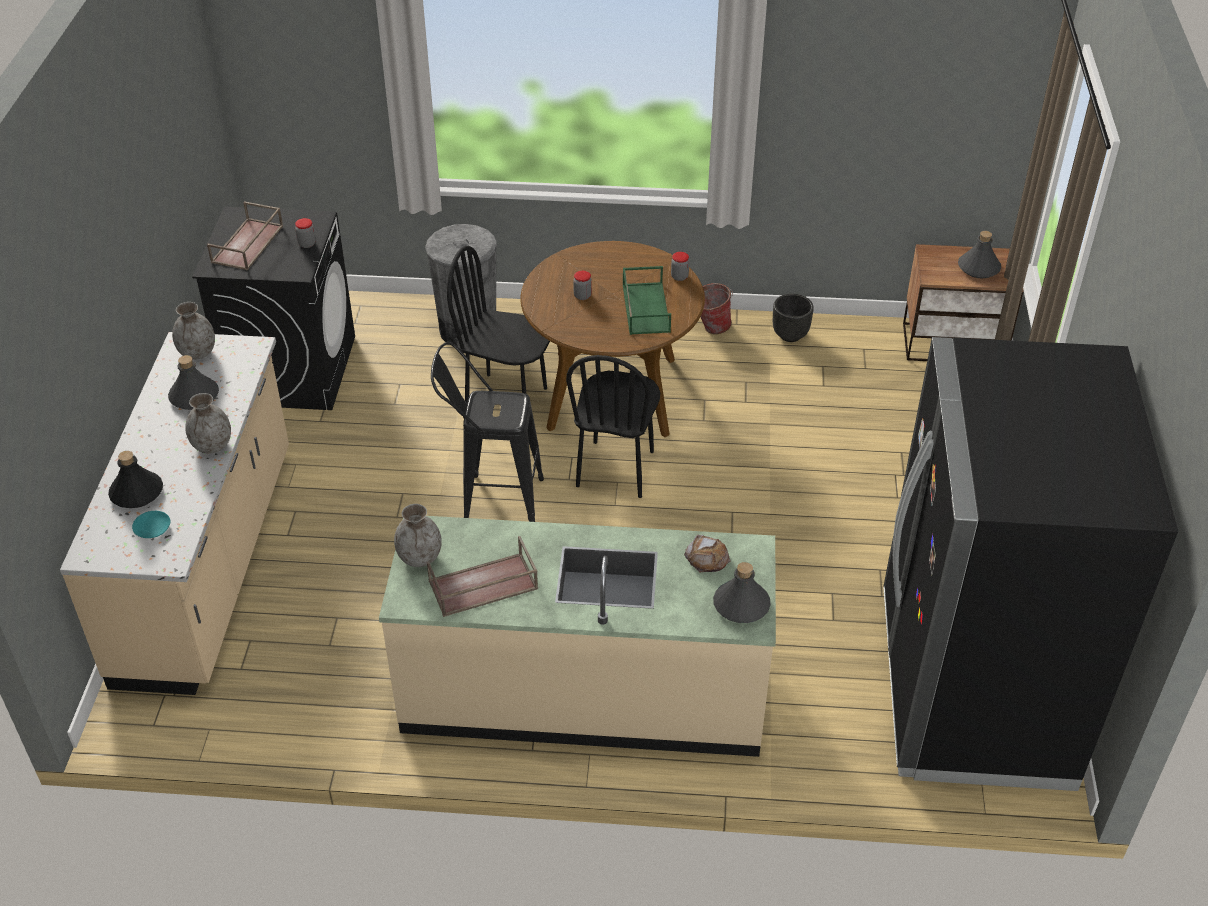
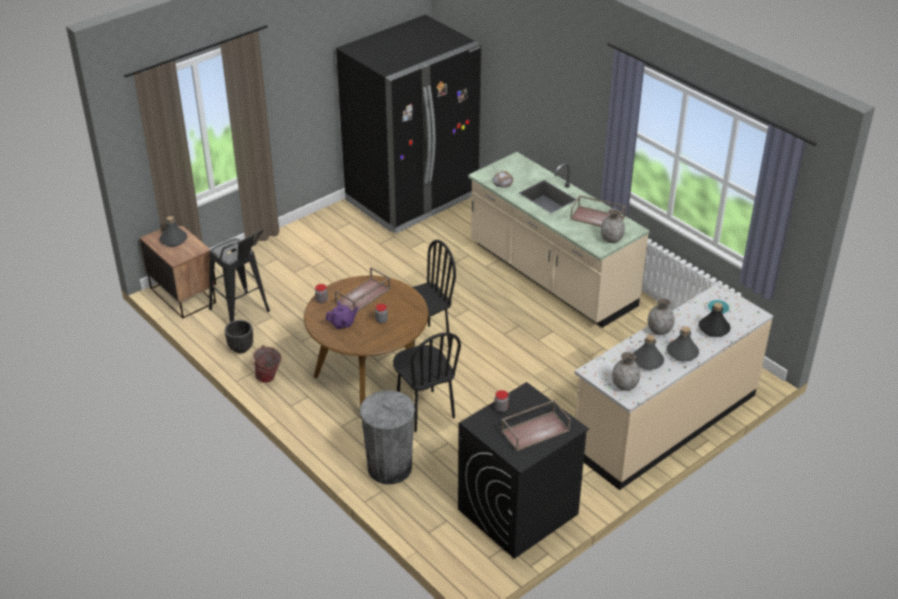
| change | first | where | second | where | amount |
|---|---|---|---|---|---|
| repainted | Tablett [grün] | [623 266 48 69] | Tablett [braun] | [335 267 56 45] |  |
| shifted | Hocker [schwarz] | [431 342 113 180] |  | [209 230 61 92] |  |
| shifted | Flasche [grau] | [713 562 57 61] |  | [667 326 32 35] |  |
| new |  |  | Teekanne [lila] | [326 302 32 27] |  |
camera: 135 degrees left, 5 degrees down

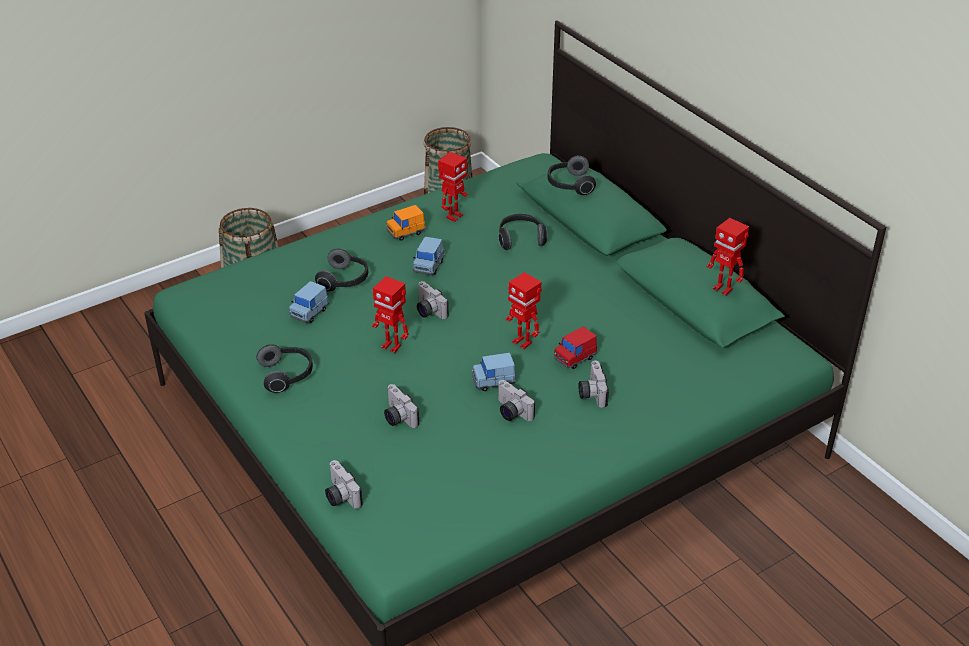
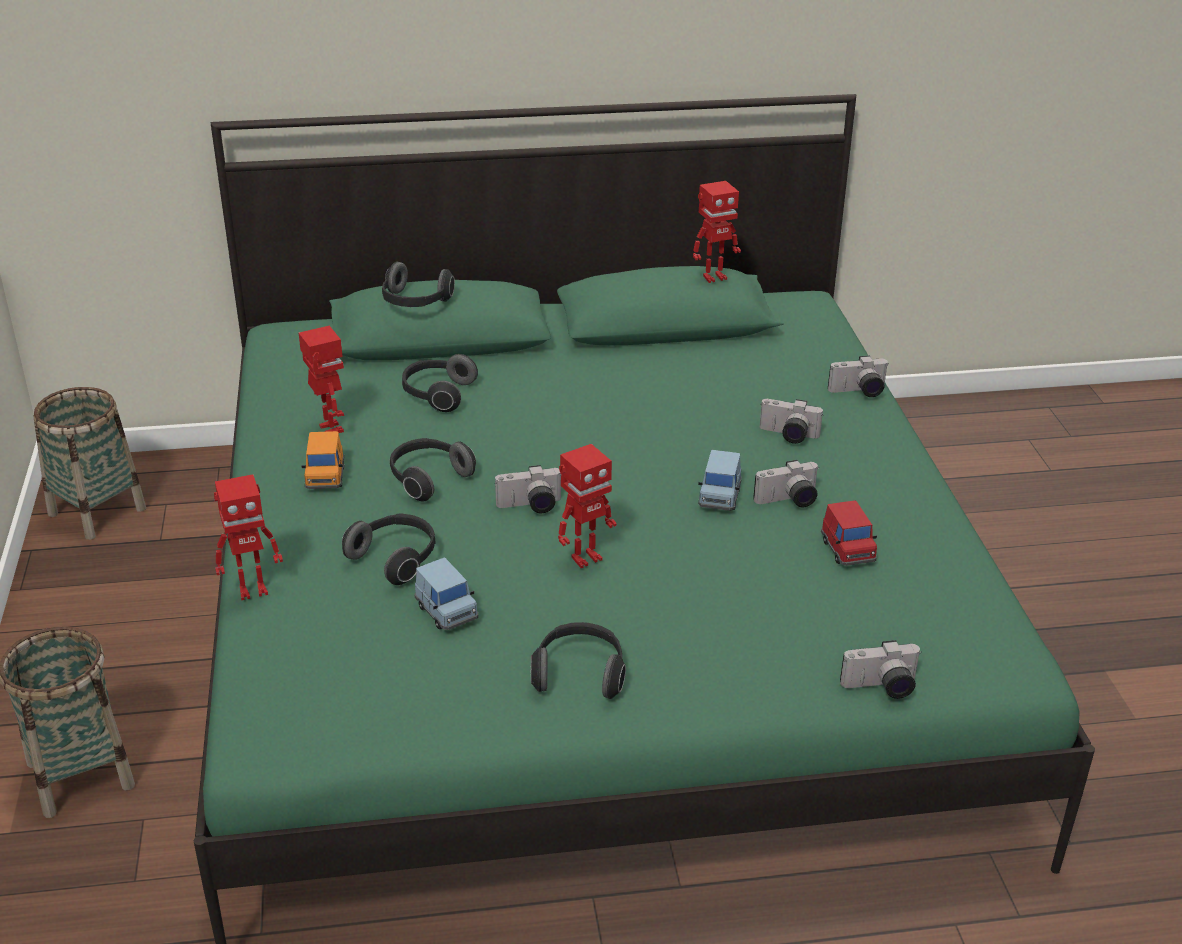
| change | first | where | second | where | amount |
|---|---|---|---|---|---|
| swapped | Spielzeugauto [blau] | [413 236 32 39] | Kopfhörer | [390 438 86 64] |  |
| shifted | Spielzeugroboter | [506 272 36 77] |  | [214 474 69 126] |  |
| shifted | Spielzeugauto [rot] | [554 326 43 43] |  | [821 500 56 66] |  |
| shifted | Kamera | [384 384 35 44] |  | [828 355 61 42] |  |
camera: 65 degrees left, 5 degrees down

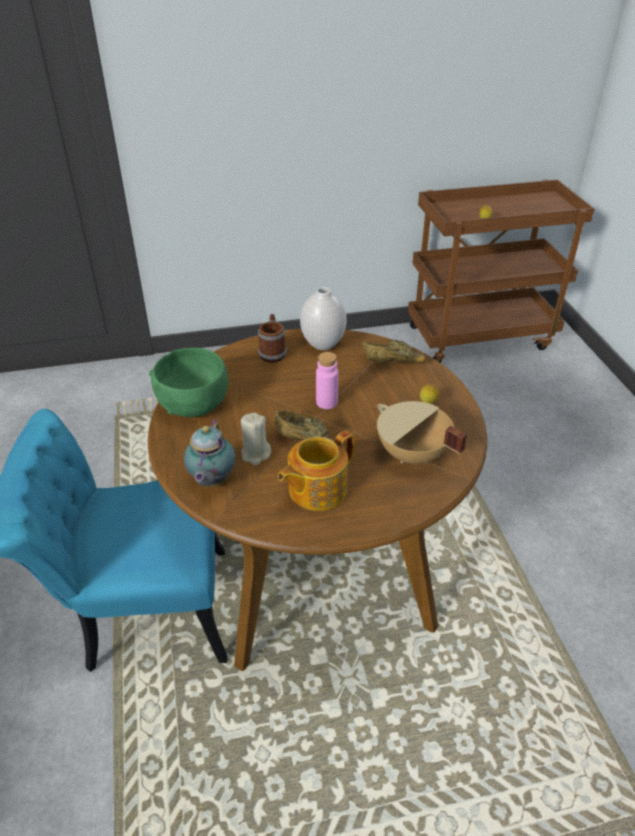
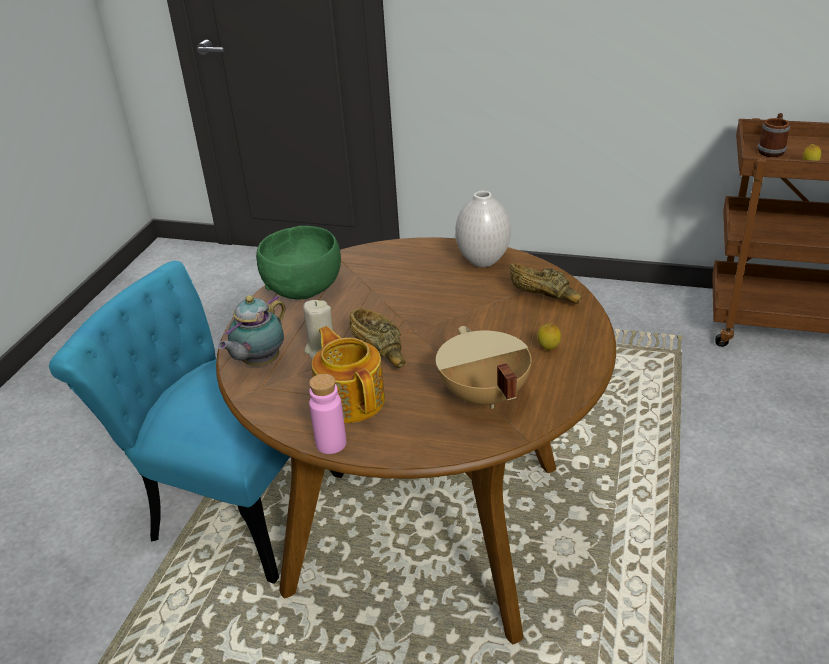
| change | first | where | second | where | amount |
|---|---|---|---|---|---|
| shifted | Henkelbecher | [258 314 29 49] |  | [758 113 32 44] |  |
| shifted | Flasche [rosa] | [316 352 22 57] |  | [309 374 37 80] |  |
| rotated | Teekanne | [278 431 76 80] |  | [312 326 73 97] | 75 degrees clockwise |
camera: 30 degrees right, 5 degrees down

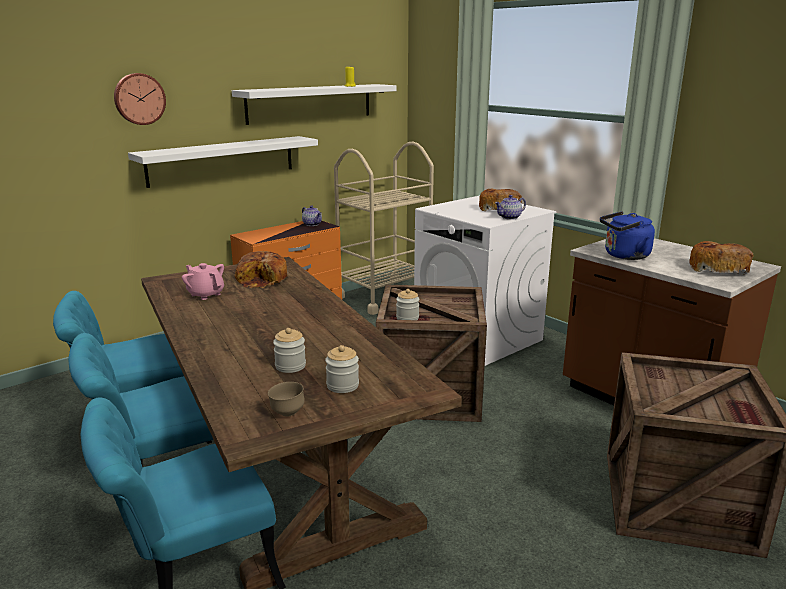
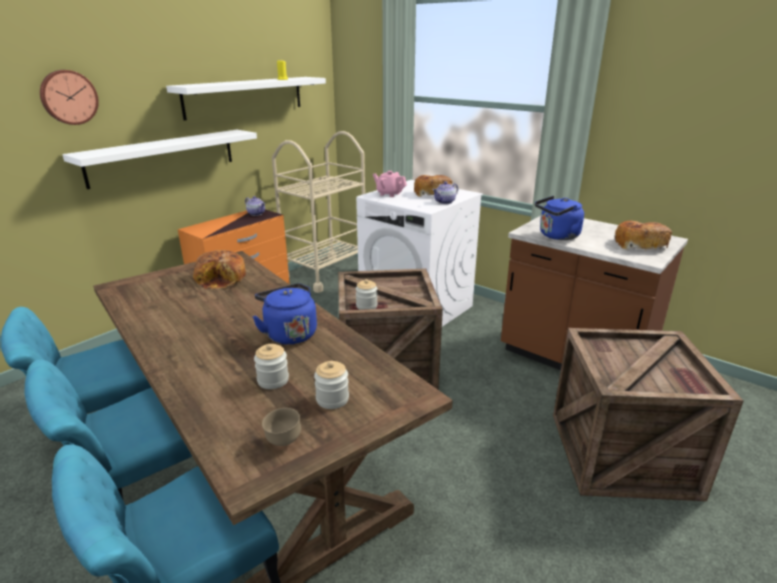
| change | first | where | second | where | amount |
|---|---|---|---|---|---|
| shifted | Teekanne [rosa] | [182 263 42 37] |  | [373 171 34 26] |  |
| new |  |  | Wasserkessel [blau] | [252 283 65 62] |  |
camera: 10 degrees left, 5 degrees up

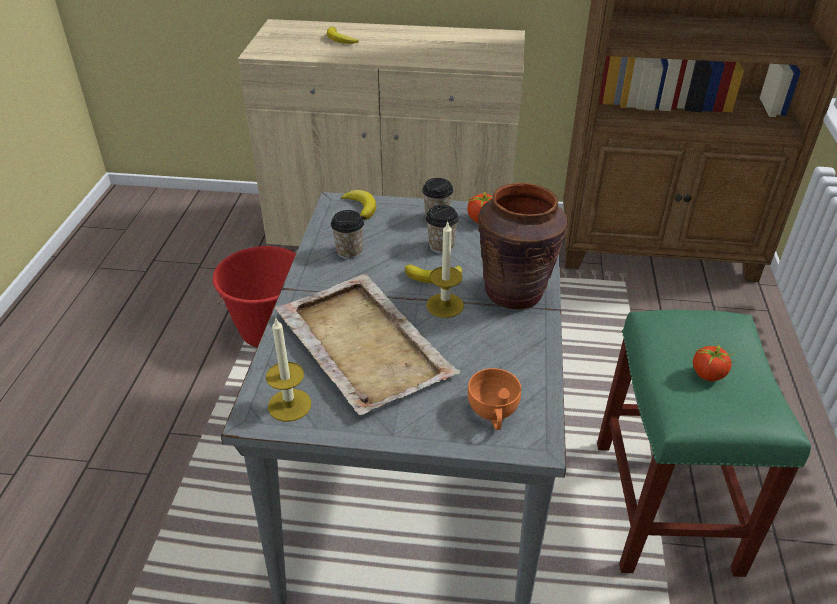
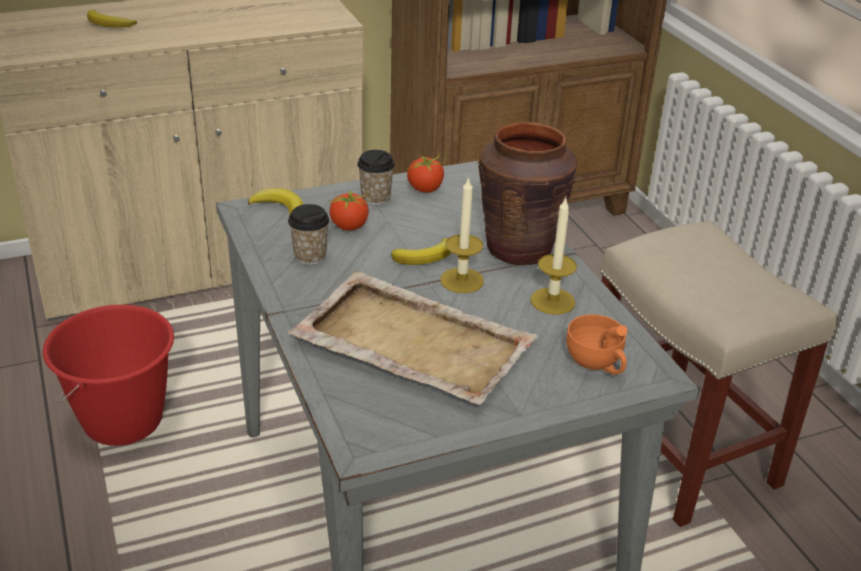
| change | first | where | second | where | amount |
|---|---|---|---|---|---|
| gone | Tasse | [426 205 33 49] |  |  |  |
| repainted | Hocker [grün] | [597 310 214 267] | Hocker [beige] | [600 221 238 306] |  |
| shifted | Kerze | [266 318 45 104] |  | [530 197 47 118] |  |
| shifted | Tomate | [693 342 43 39] |  | [328 190 42 41] |  |
camera: 30 degrees left, 5 degrees down

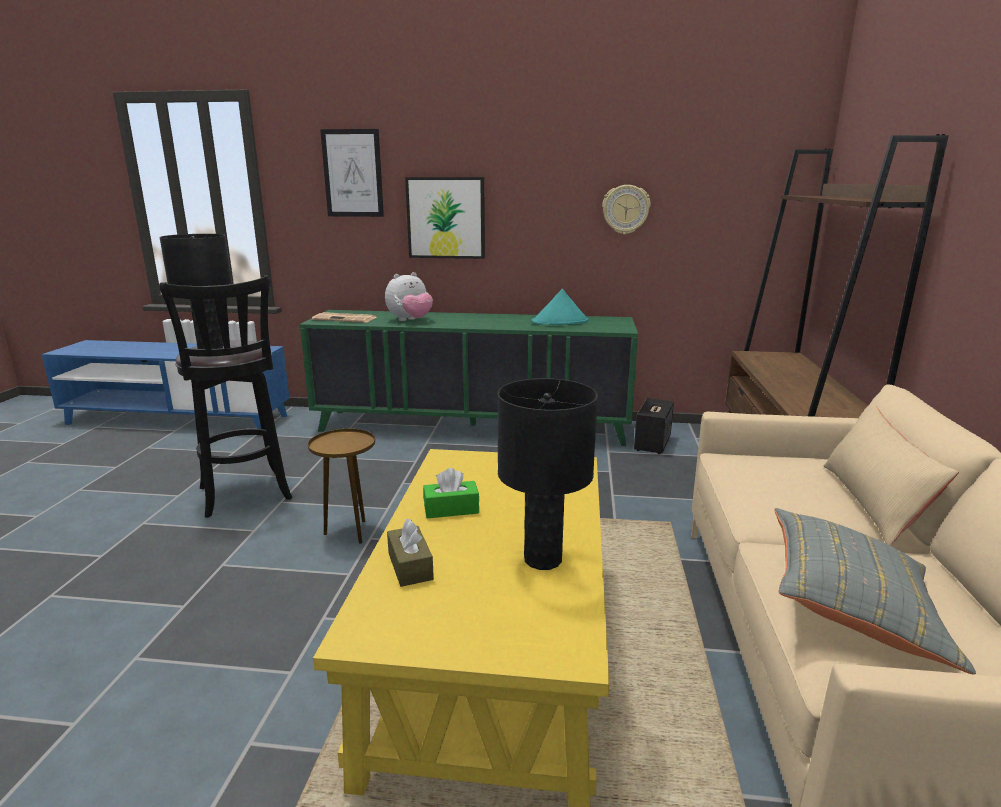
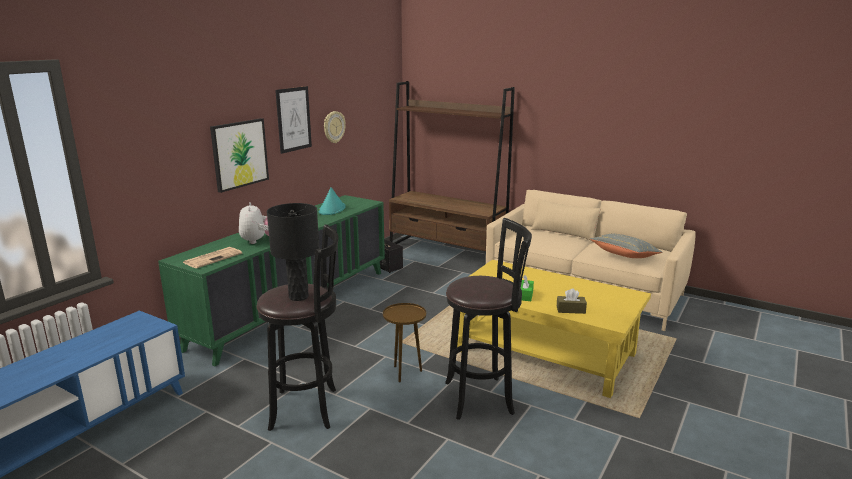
| change | first | where | second | where | amount |
|---|---|---|---|---|---|
| shifted | Bild | [320 129 64 88] |  | [275 86 37 68] |  |
| gone | Tischlampe [schwarz] | [498 378 100 192] |  |  |  |
| new |  |  | Hocker [schwarz] | [445 218 87 202] |  |
camera: 65 degrees left, 0 degrees up

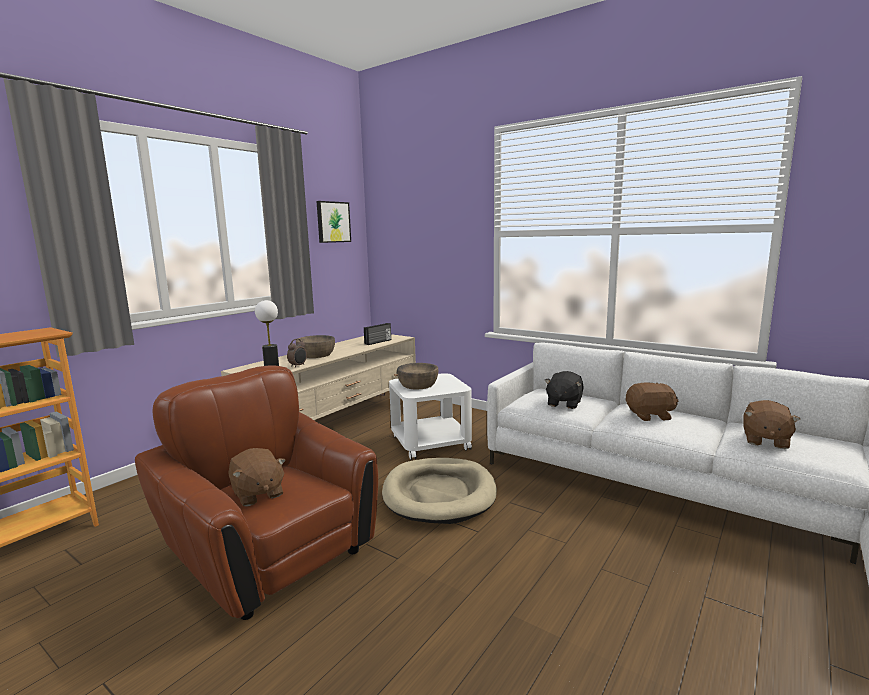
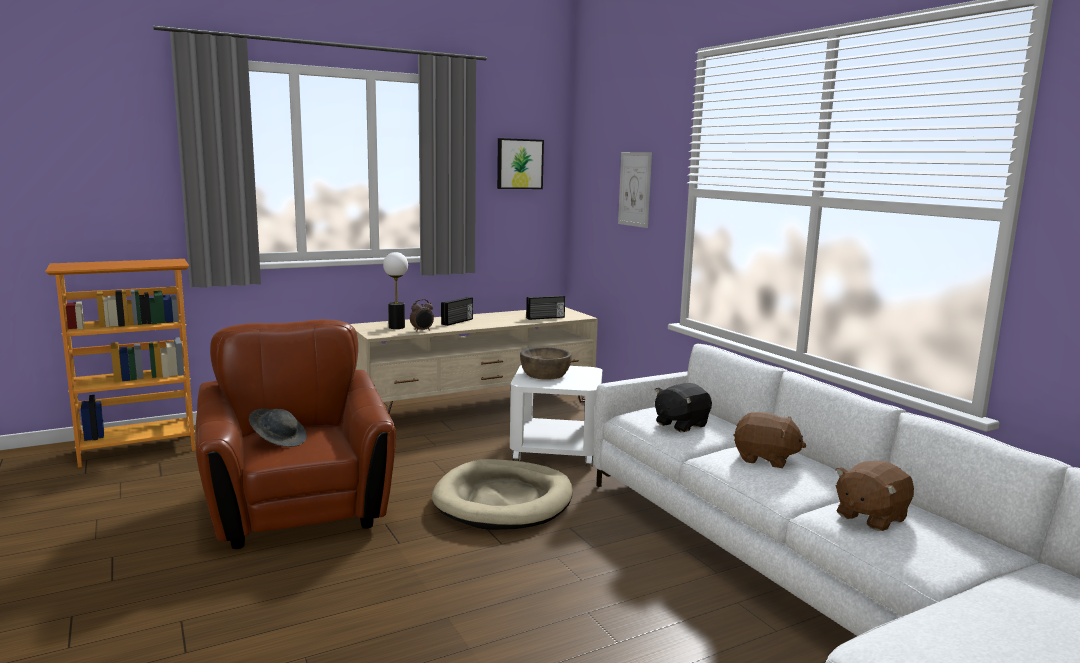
| change | first | where | second | where | amount |
|---|---|---|---|---|---|
| swapped | Schüssel [braun] | [296 335 39 23] | Radio | [441 297 32 29] |  |
| swapped | Plüschtier [braun] | [228 448 58 58] | Hut [grau] | [249 408 58 39] |  |
| new |  |  | Bild | [618 152 34 76] |  |
camera: 25 degrees right, 0 degrees up

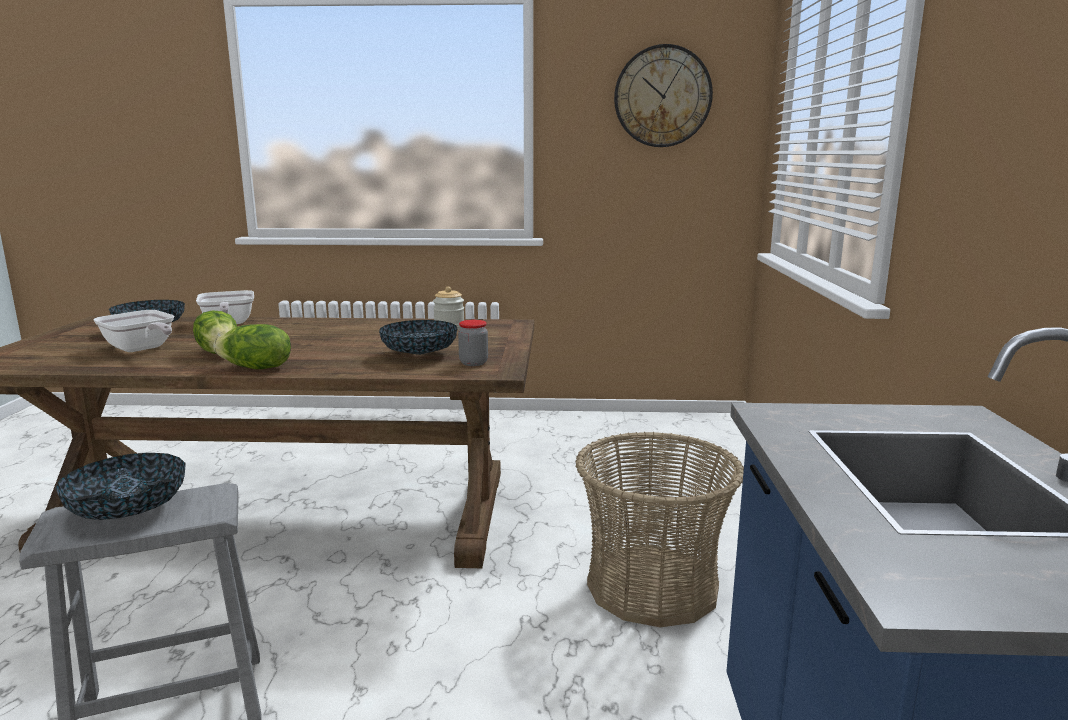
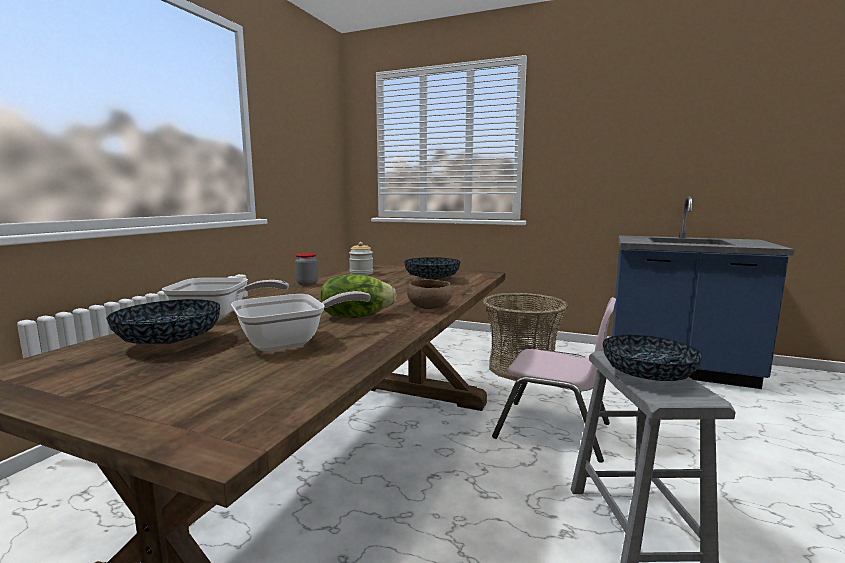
| change | first | where | second | where | amount |
|---|---|---|---|---|---|
| gone | Wanduhr | [614 44 99 103] |  |  |  |
| shifted | Vorratsglas | [458 320 30 46] |  | [295 253 23 33] |  |
| swapped | Salatkopf | [214 324 77 45] | Schüssel [braun] | [407 279 45 30] |  |
| new |  |  | Stuhl [rosa] | [492 297 124 166] |  |
camera: 70 degrees left, 5 degrees down

